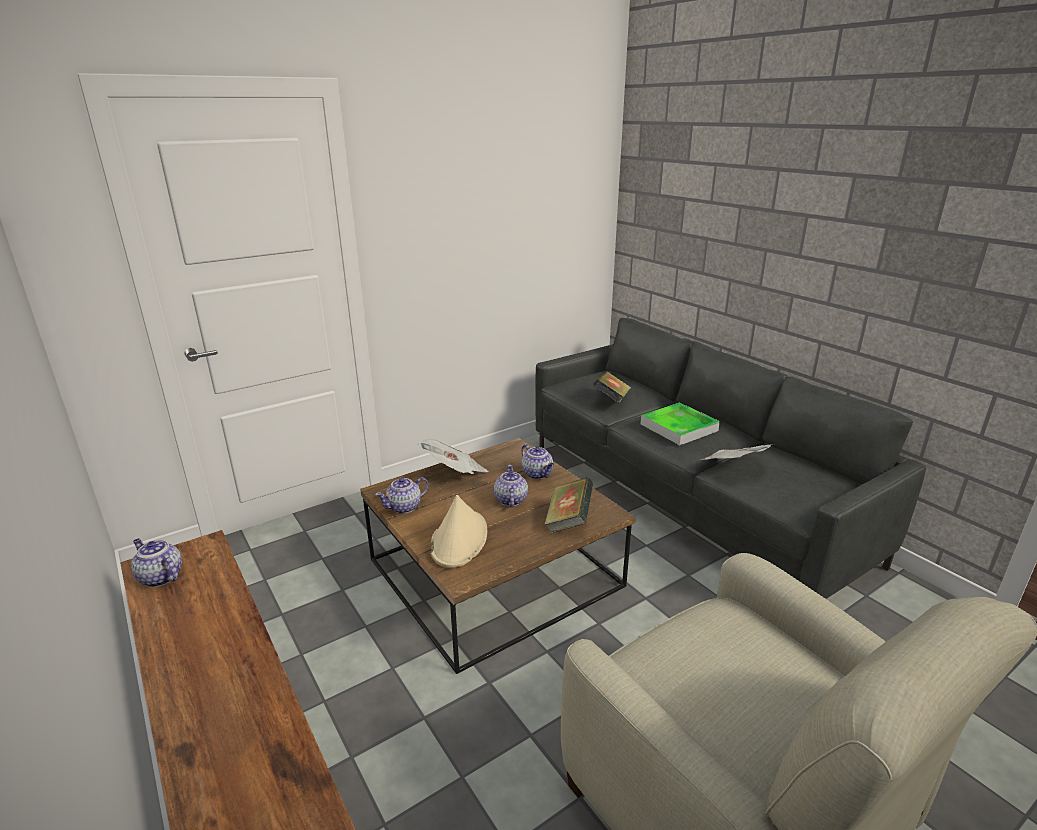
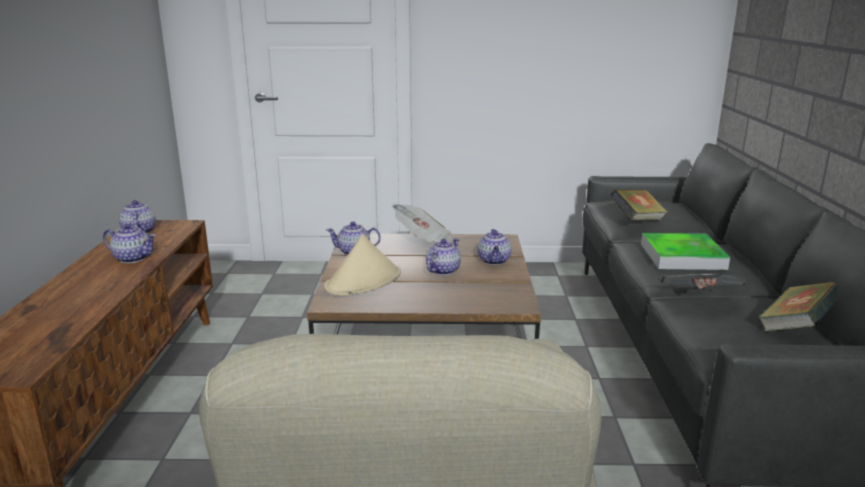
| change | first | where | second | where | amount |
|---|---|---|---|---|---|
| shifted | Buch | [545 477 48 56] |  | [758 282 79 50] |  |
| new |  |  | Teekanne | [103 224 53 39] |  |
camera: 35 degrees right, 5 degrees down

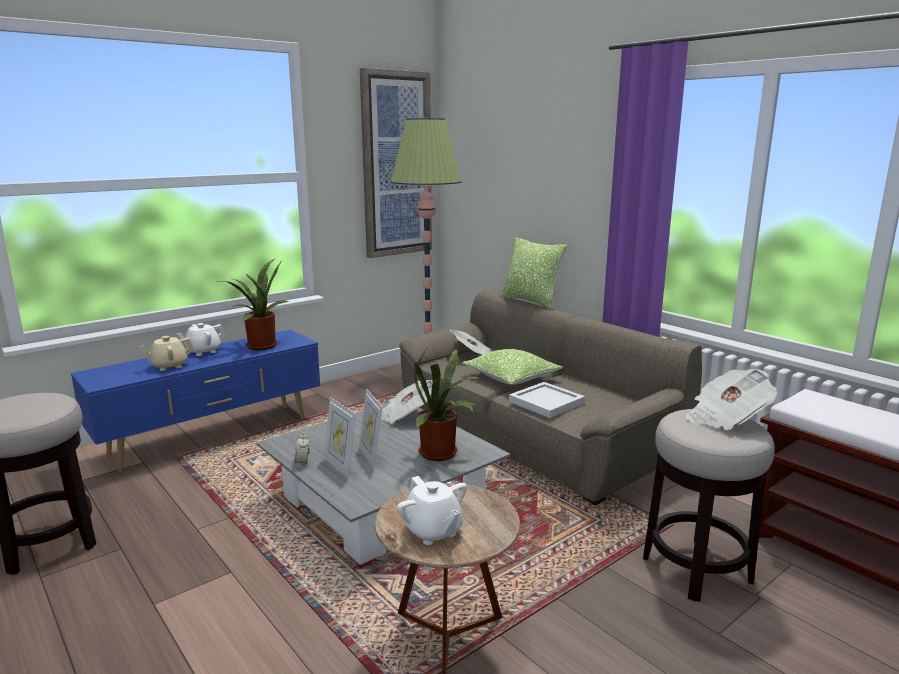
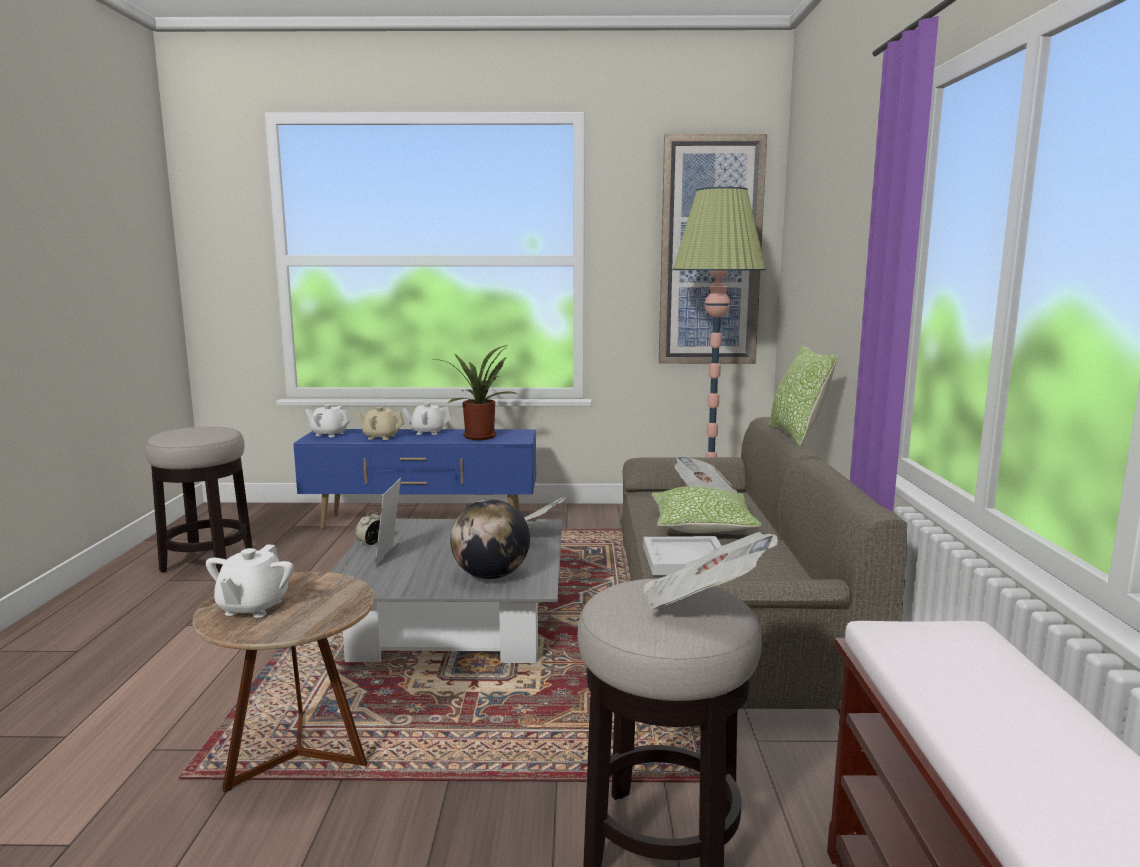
| change | first | where | second | where | amount |
|---|---|---|---|---|---|
| swapped | Topfpflanze | [414 347 69 114] | Globus | [450 499 80 80] |  |
| gone | Bilderrahmen | [359 389 23 80] |  |  |  |
| new |  |  | Teekanne [weiß] | [305 404 45 33] |  |
camera: 40 degrees right, 5 degrees down

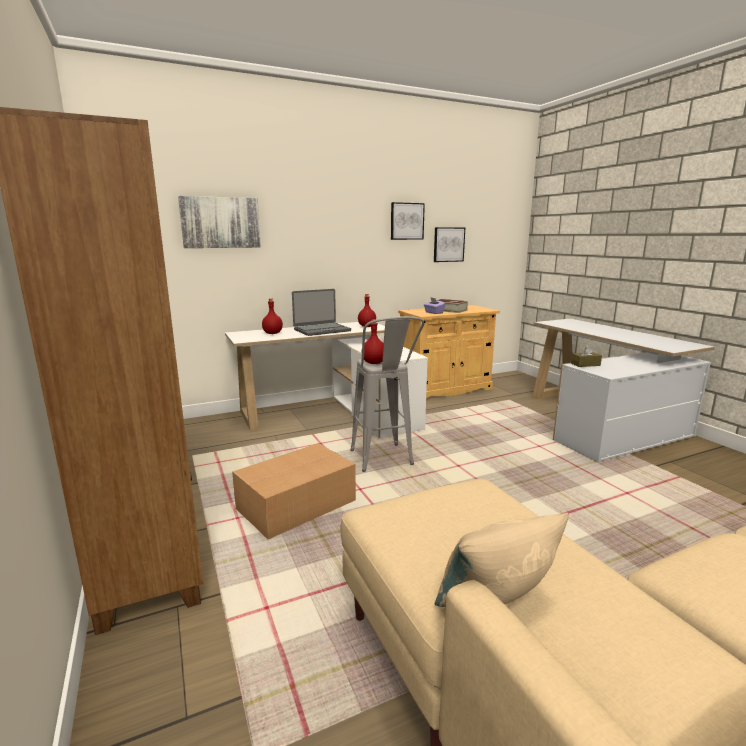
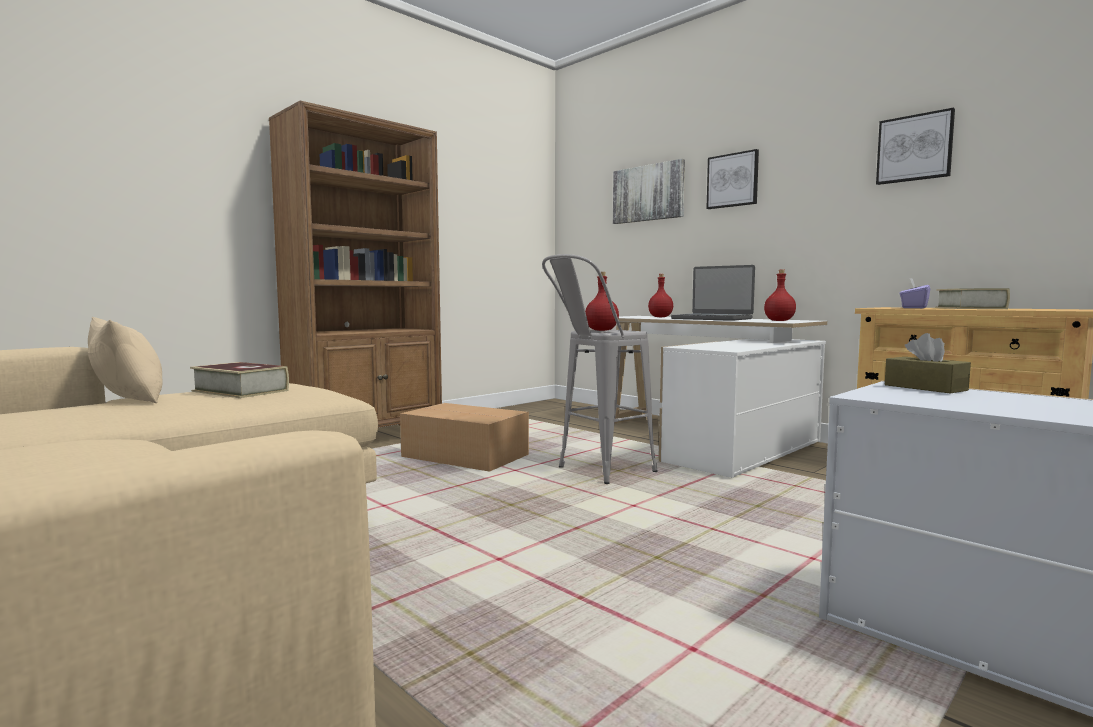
| change | first | where | second | where | amount |
|---|---|---|---|---|---|
| shifted | Bild | [434 227 31 35] |  | [706 149 53 60] |  |
| new |  |  | Buch | [190 362 99 36] |  |
camera: 70 degrees right, 10 degrees down

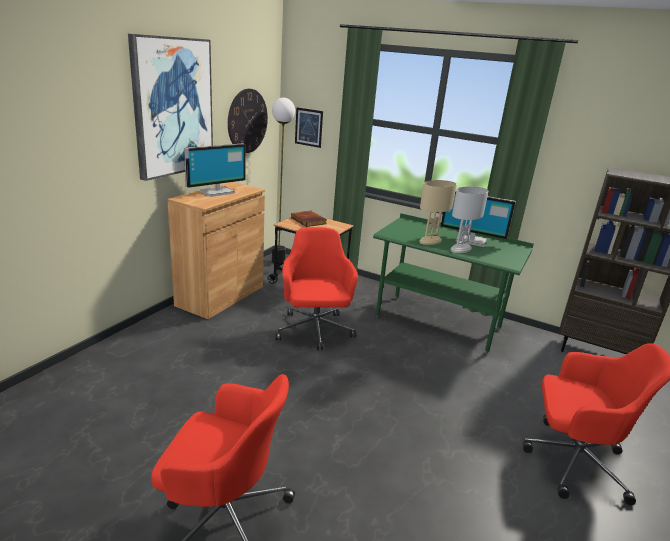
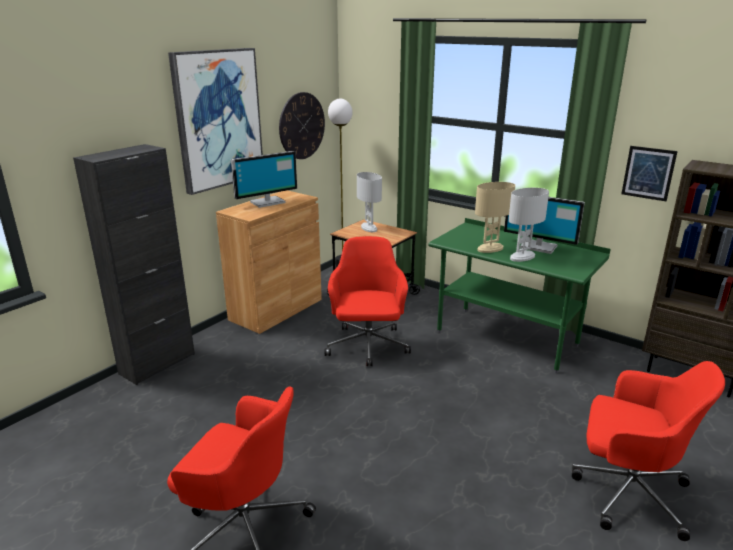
| change | first | where | second | where | amount |
|---|---|---|---|---|---|
| shifted | Bild | [295 107 28 41] |  | [621 146 57 55] |  |
| swapped | Buch | [291 211 36 16] | Tischlampe [weiß] | [357 172 25 60] |  |
| new |  |  | Schrank [schwarz] | [73 144 122 241] |  |
camera: 10 degrees right, 0 degrees up

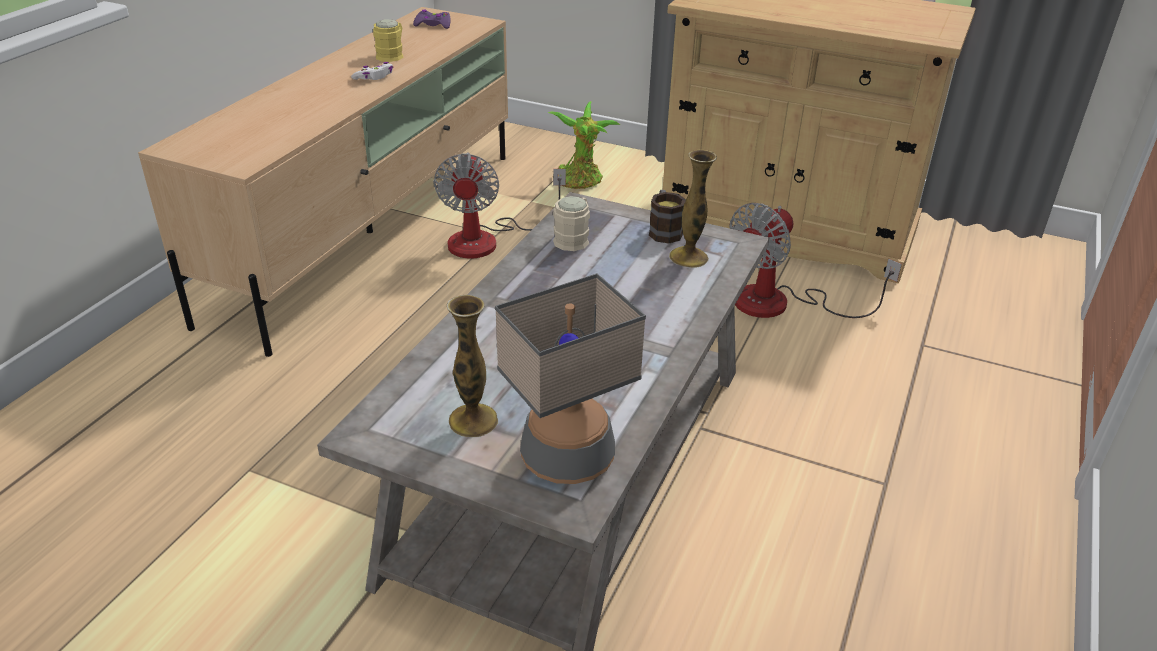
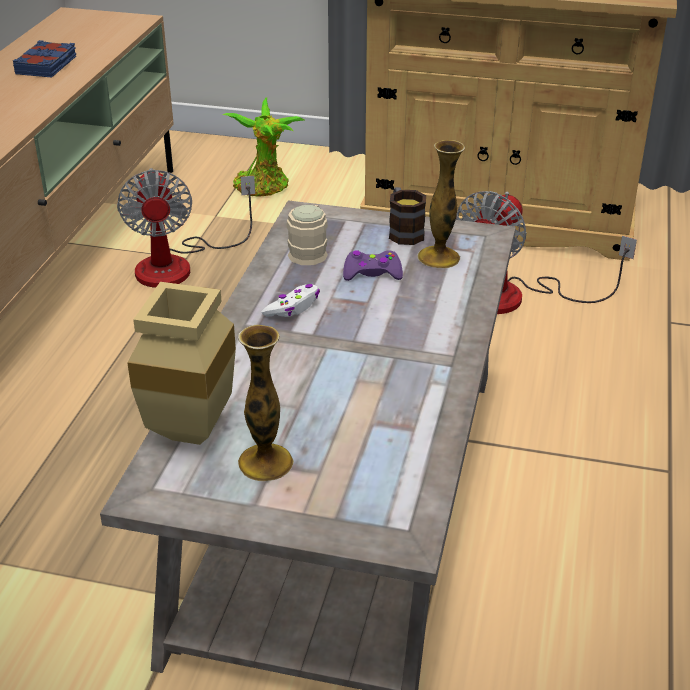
| change | first | where | second | where | amount |
|---|---|---|---|---|---|
| shifted | Gamepad [lila] | [413 9 38 20] |  | [343 250 60 31] |  |
| swapped | Henkelbecher [gelb] | [373 19 31 43] | Buch [blau] | [13 40 63 38] |  |
| shifted | Gamepad [weiß] | [351 62 42 18] |  | [262 284 58 33] |  |
| gone | Tischlampe | [495 273 151 211] |  |  |  |
| new |  |  | Vase [beige] | [127 282 109 163] |  |
camera: 10 degrees left, 0 degrees up

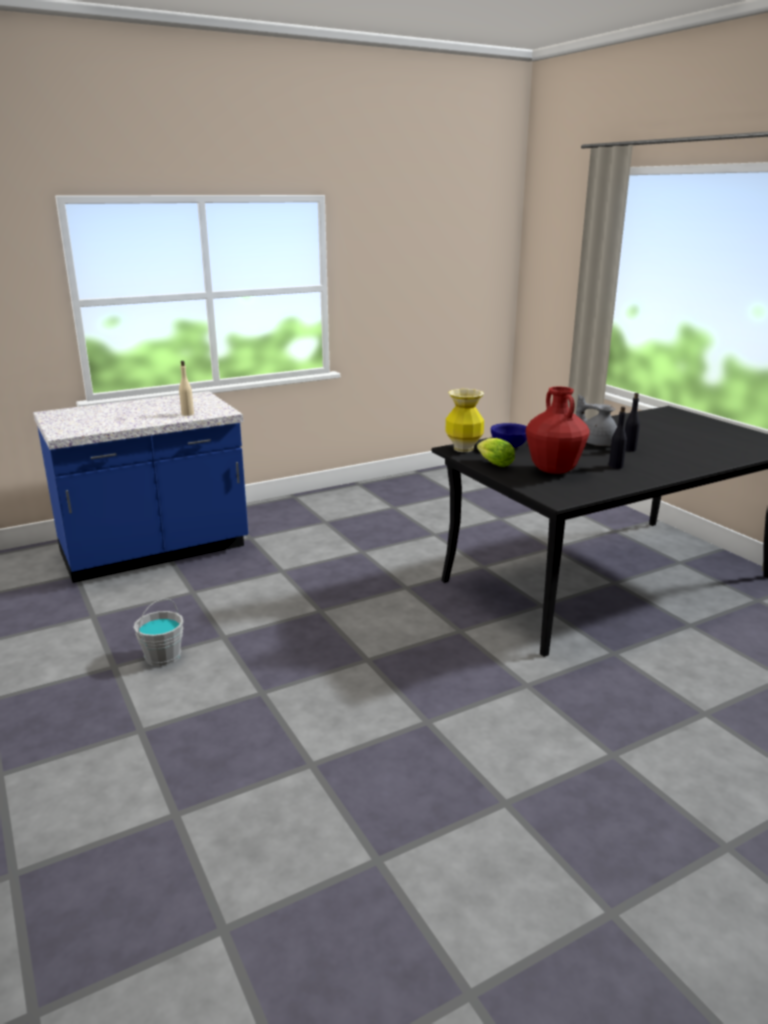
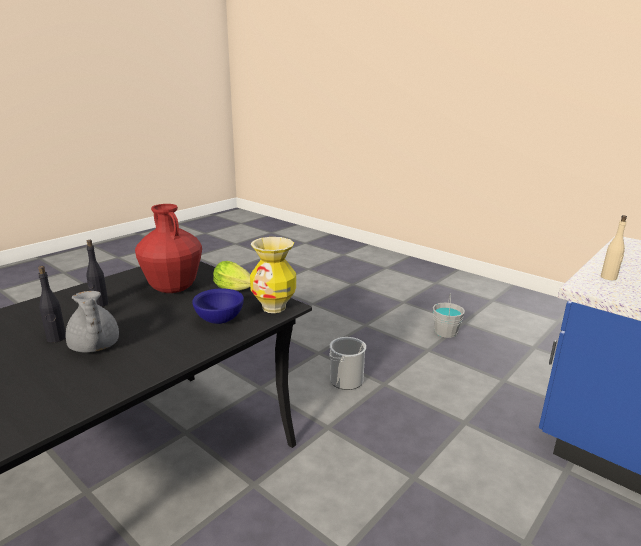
| change | first | where | second | where | amount |
|---|---|---|---|---|---|
| rotated | Teekanne [grau] | [576 395 41 51] |  | [65 291 54 62] | 45 degrees clockwise |
| new |  |  | Eimer | [329 337 37 53] |  |
camera: 160 degrees right, 0 degrees up

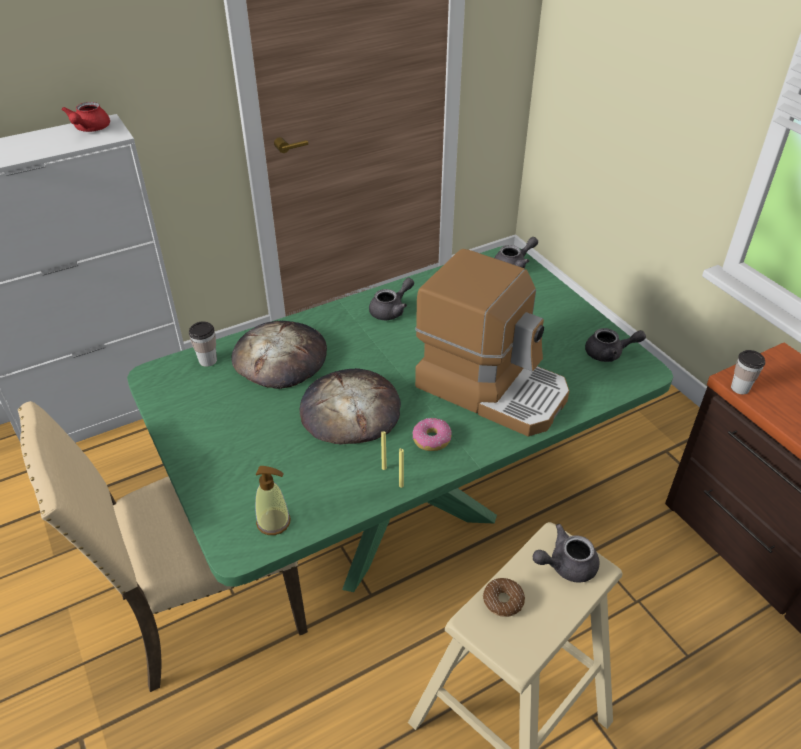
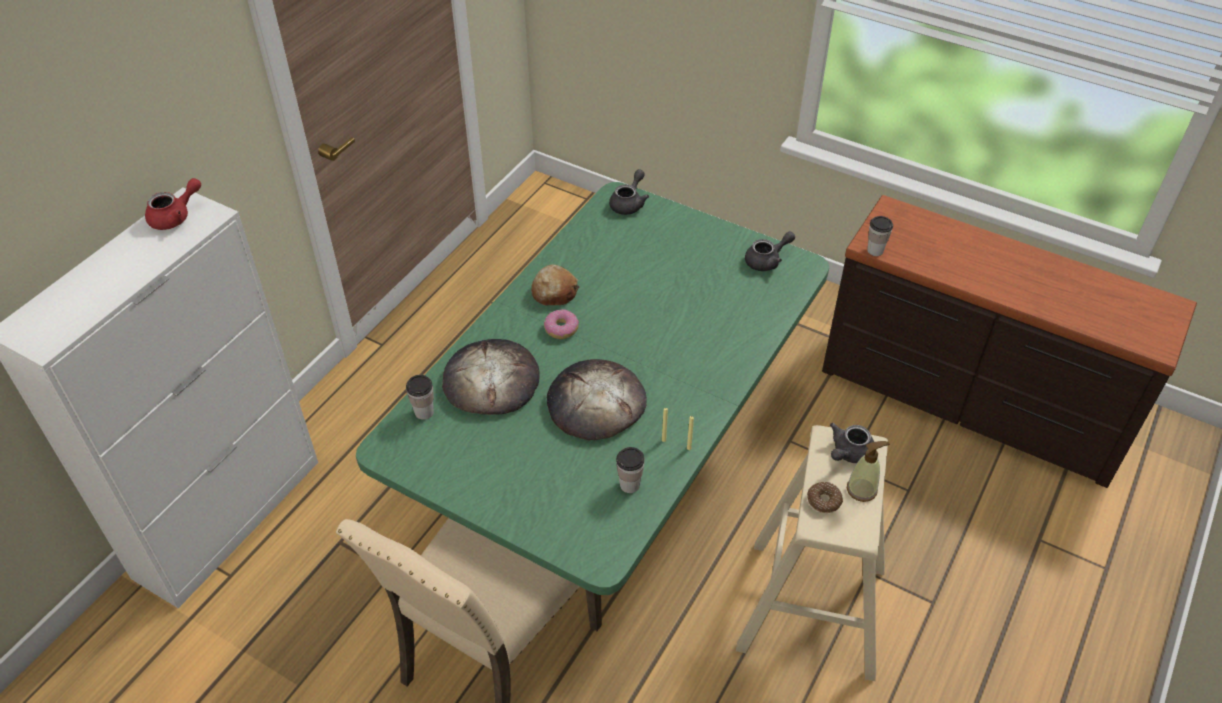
| change | first | where | second | where | amount |
|---|---|---|---|---|---|
| rotated | Teekanne [rot] | [61 102 49 30] |  | [145 178 56 52] | 105 degrees counterclockwise |
| gone | Kaffeemaschine | [415 249 154 187] |  |  |  |
| swapped | Teekanne [grau] | [369 278 45 42] | Brot | [531 264 48 41] |  |
| shifted | Donut | [413 418 39 33] |  | [544 309 35 30] |  |
| shifted | Seifenspender | [255 466 36 69] |  | [847 441 43 61] |  |
| new |  |  | Tasse | [616 447 29 46] |  |
camera: 30 degrees left, 5 degrees up

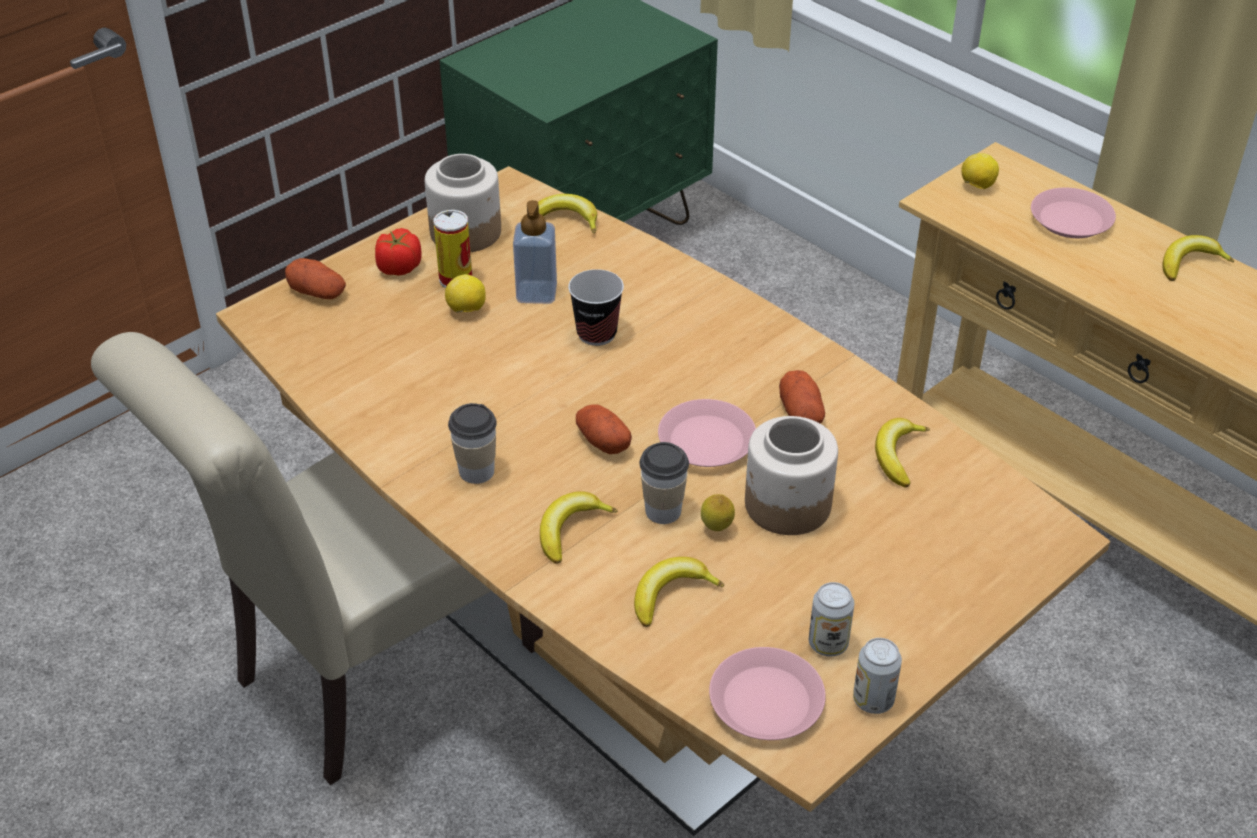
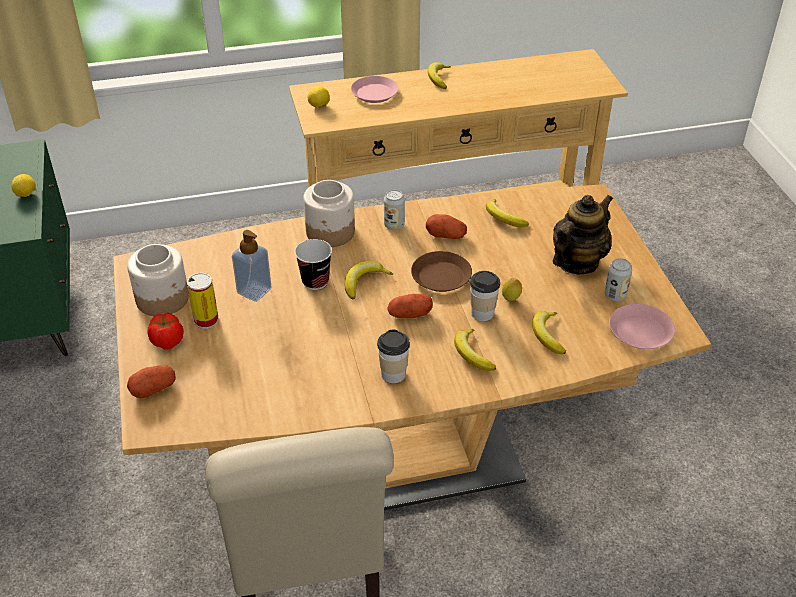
| change | first | where | second | where | amount |
|---|---|---|---|---|---|
| shifted | Banane | [538 194 59 40] |  | [345 261 48 38] |  |
| shifted | Zitrone | [445 274 41 39] |  | [12 174 24 23] |  |
| repainted | Teller [rosa] | [658 399 98 68] | Teller [braun] | [411 251 61 41] |  |
| shifted | Vorratsglas | [745 416 93 119] |  | [303 180 52 67] |  |
| shifted | Dose | [853 638 49 76] |  | [384 190 21 40] |  |
| new |  |  | Teekanne | [553 195 60 80] |  |
camera: 60 degrees left, 0 degrees up

